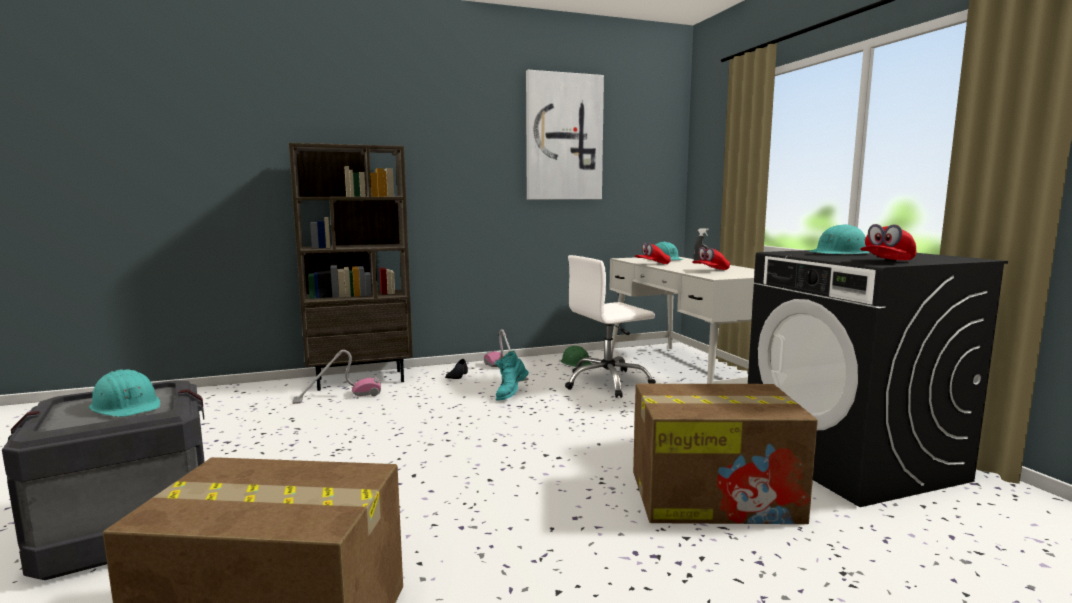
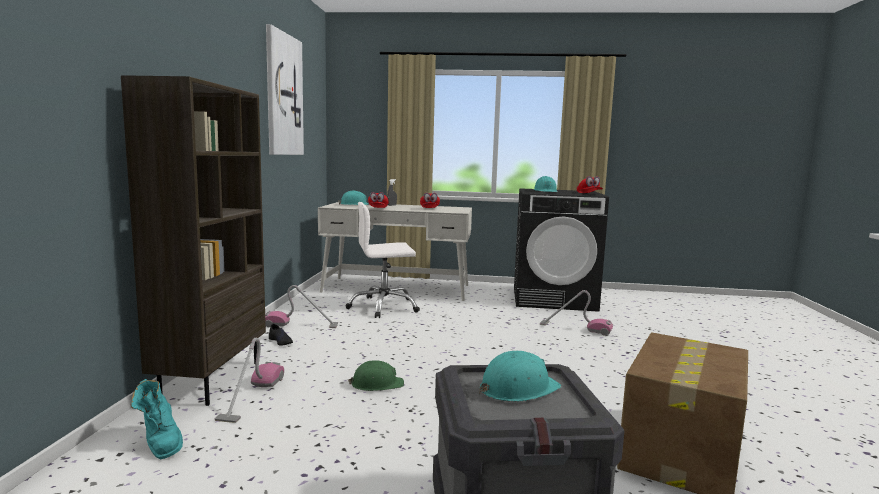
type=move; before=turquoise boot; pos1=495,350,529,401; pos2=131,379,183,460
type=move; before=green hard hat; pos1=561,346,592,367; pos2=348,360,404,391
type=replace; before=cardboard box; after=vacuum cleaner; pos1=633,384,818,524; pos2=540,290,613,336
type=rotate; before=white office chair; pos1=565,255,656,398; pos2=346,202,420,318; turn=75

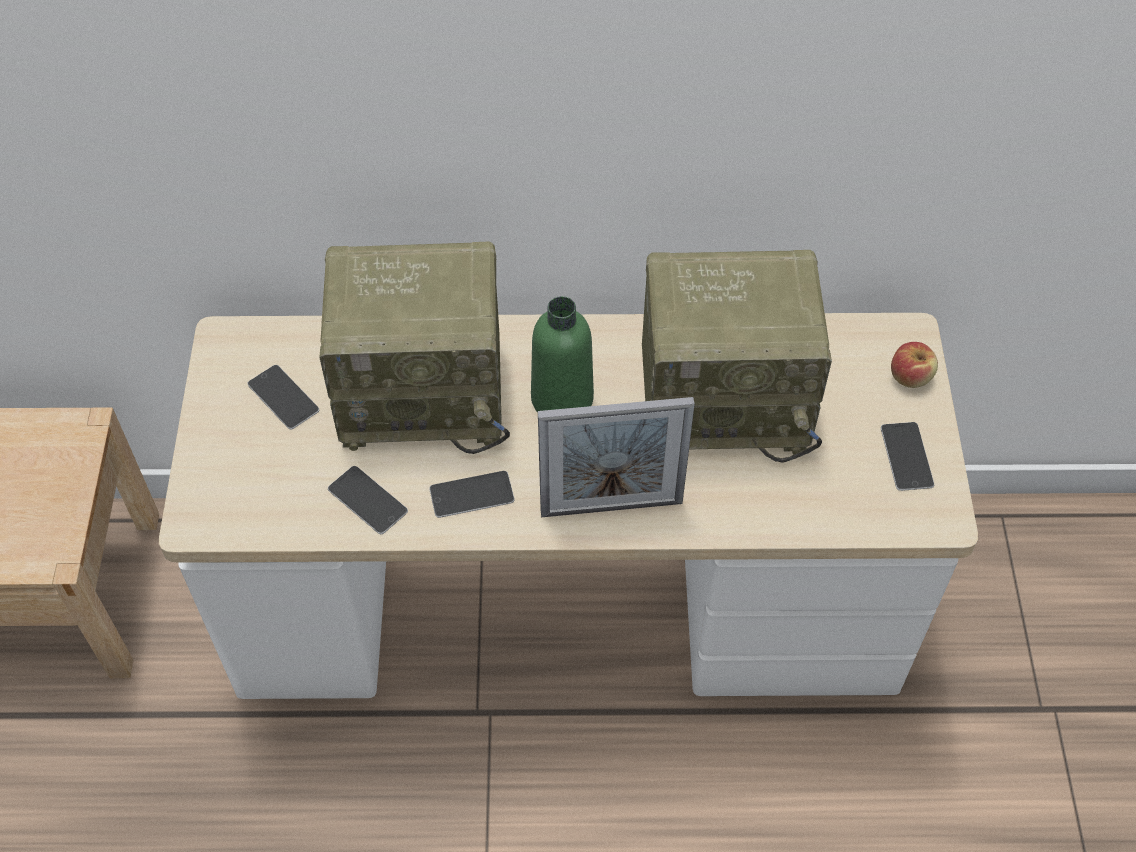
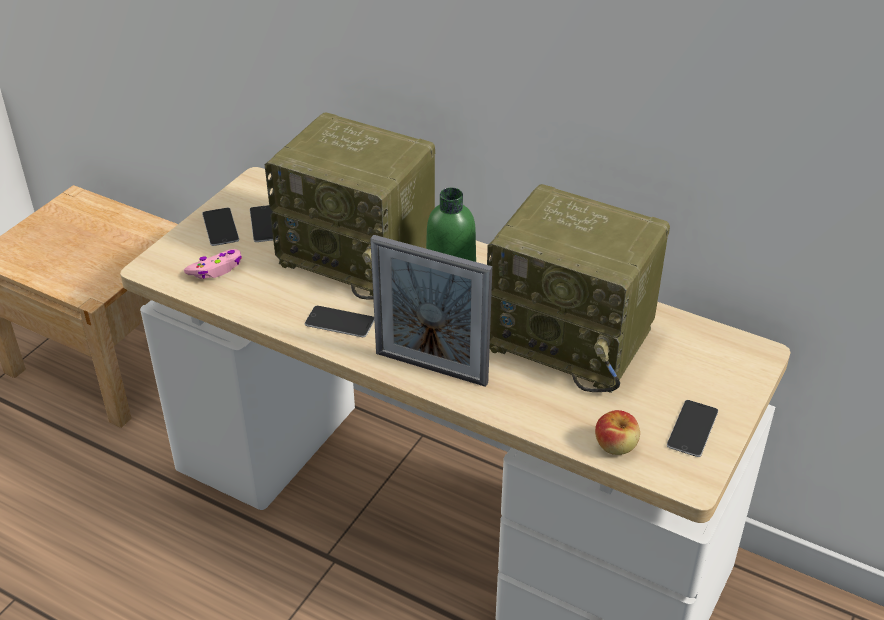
type=insert; after=pink game controller; pos2=184,249,242,279
type=move; before=phone; pos1=328,466,408,534; pos2=202,208,239,246
type=move; before=apple; pos1=891,342,938,388; pos2=595,410,640,455

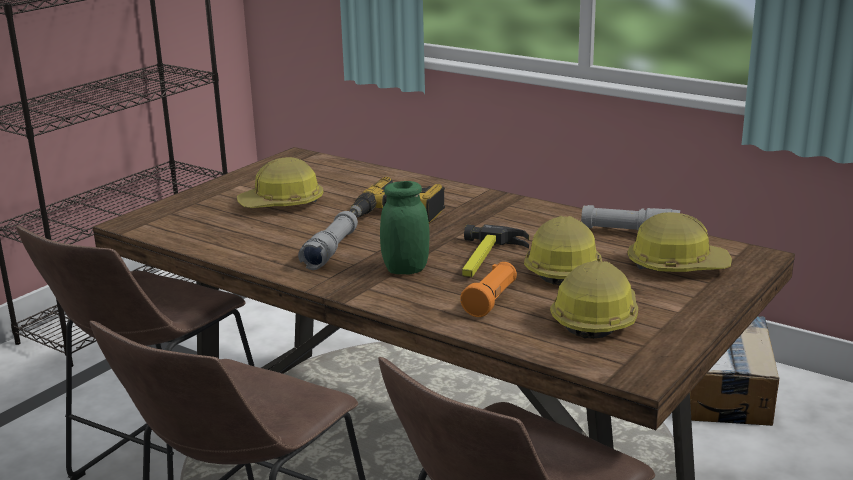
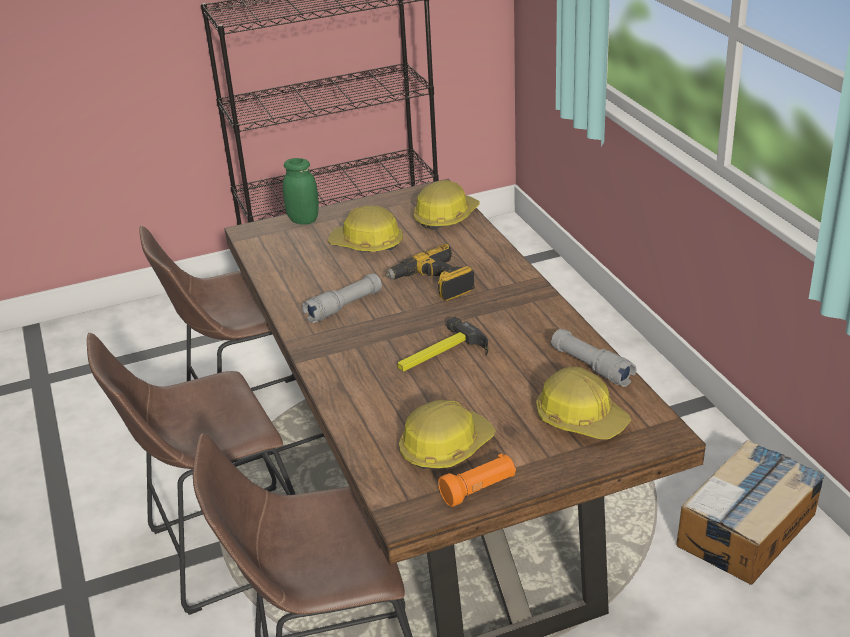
type=move; before=green jar; pos1=380,181,430,274; pos2=283,158,319,225
type=move; before=orange flashlight; pos1=460,262,517,317; pos2=438,453,516,507
type=move; before=hard hat; pos1=524,216,602,286; pos2=413,180,479,230

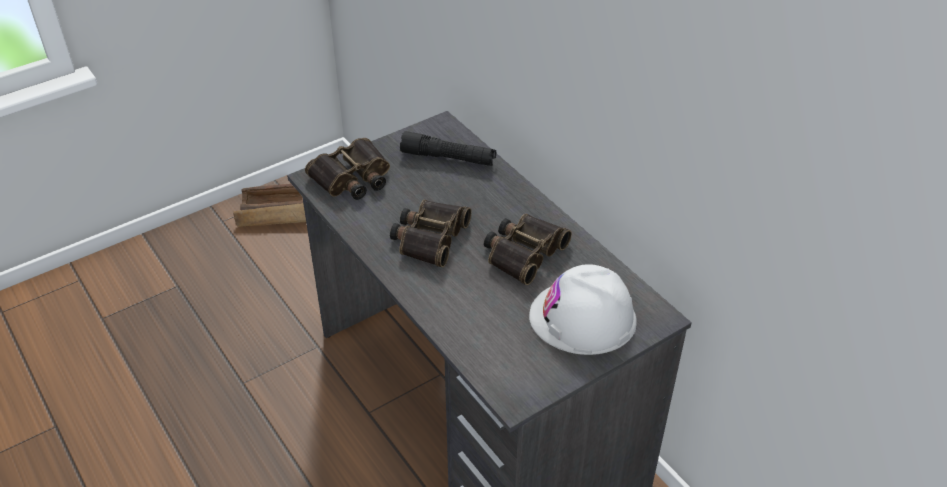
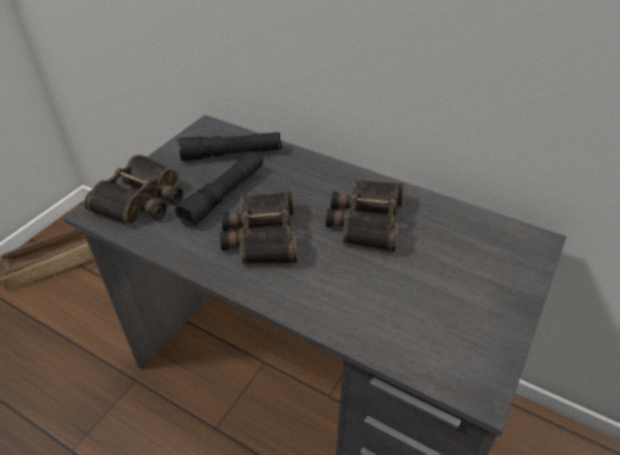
type=delete; before=white hard hat; pos1=529,264,637,355
type=insert; after=black flashlight; pos2=175,152,263,227

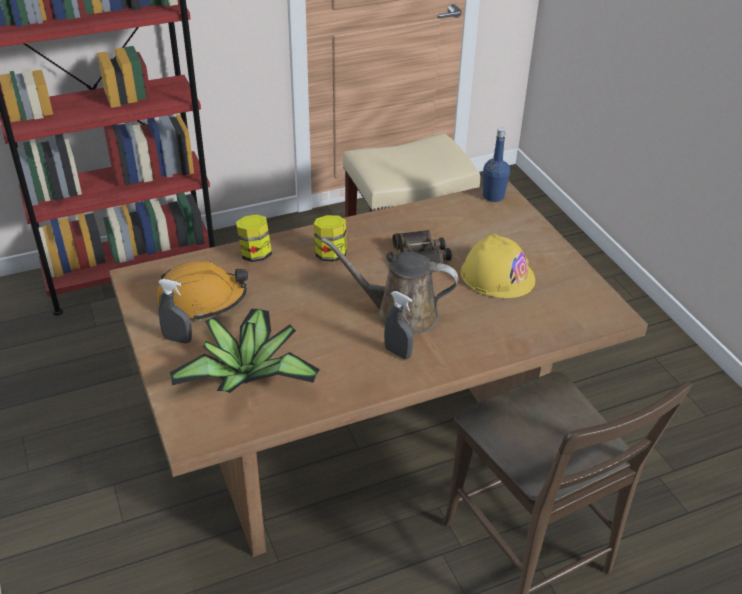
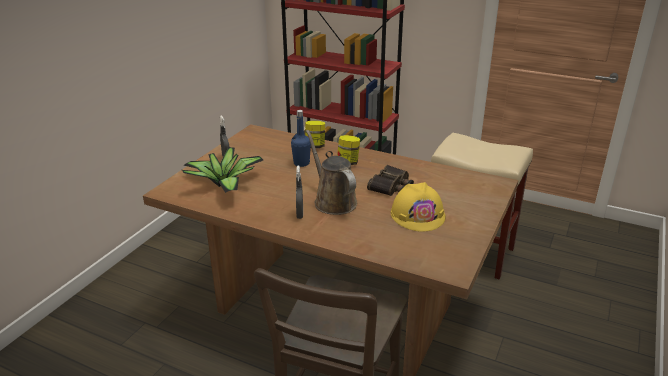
type=delete; before=orange hard hat; pos1=157,261,248,321
type=move; before=blue bottle; pos1=483,128,510,202; pos2=291,110,311,167

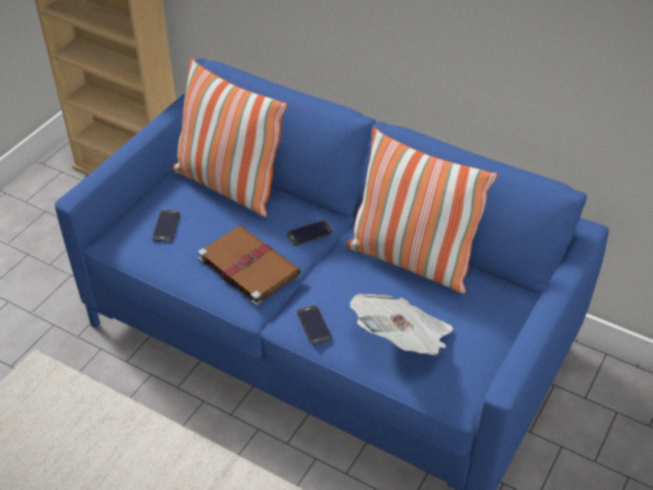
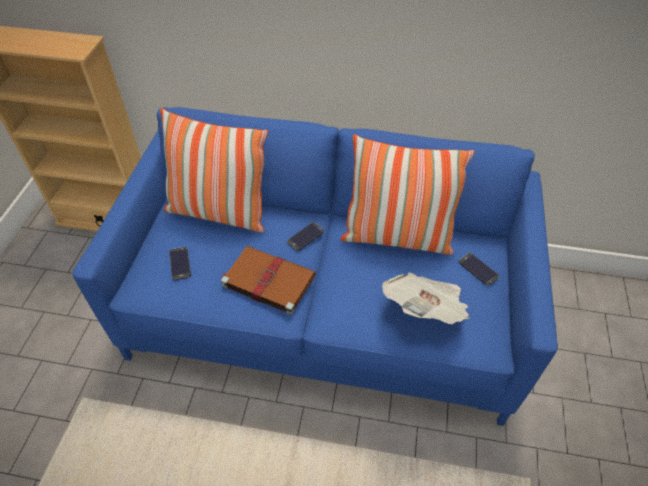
type=move; before=phone; pos1=297,305,331,345; pos2=459,253,499,286

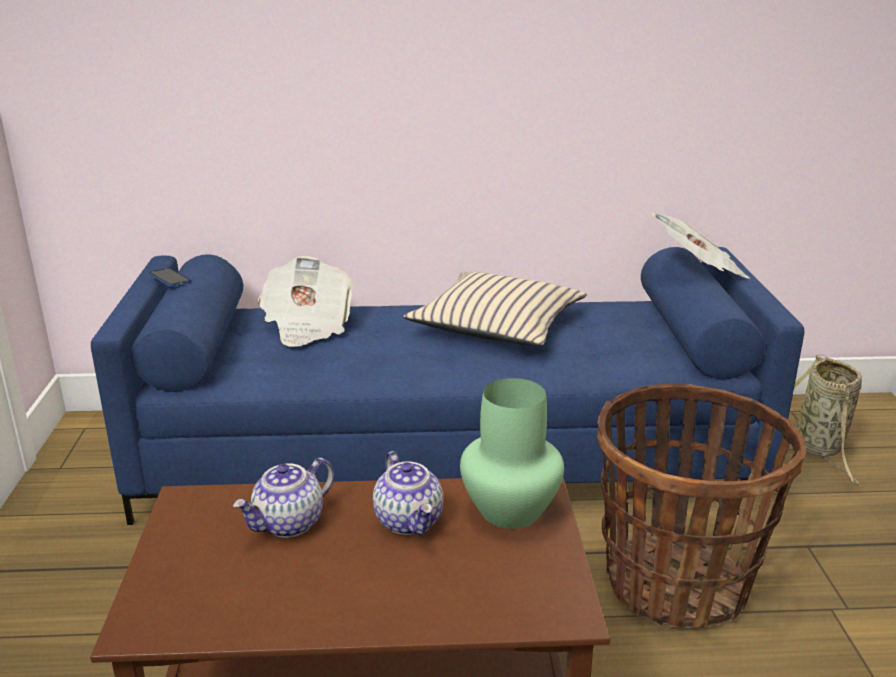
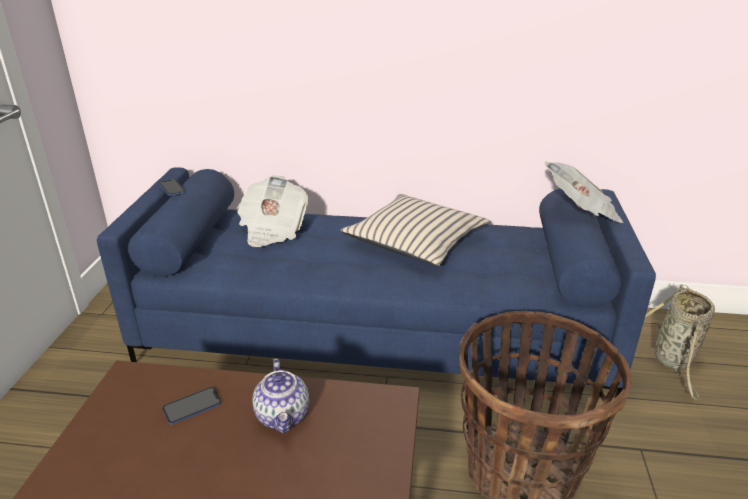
type=delete; before=green vase; pos1=460,378,564,529
type=replace; before=teapot; after=phone; pos1=233,458,334,538; pos2=162,387,222,425

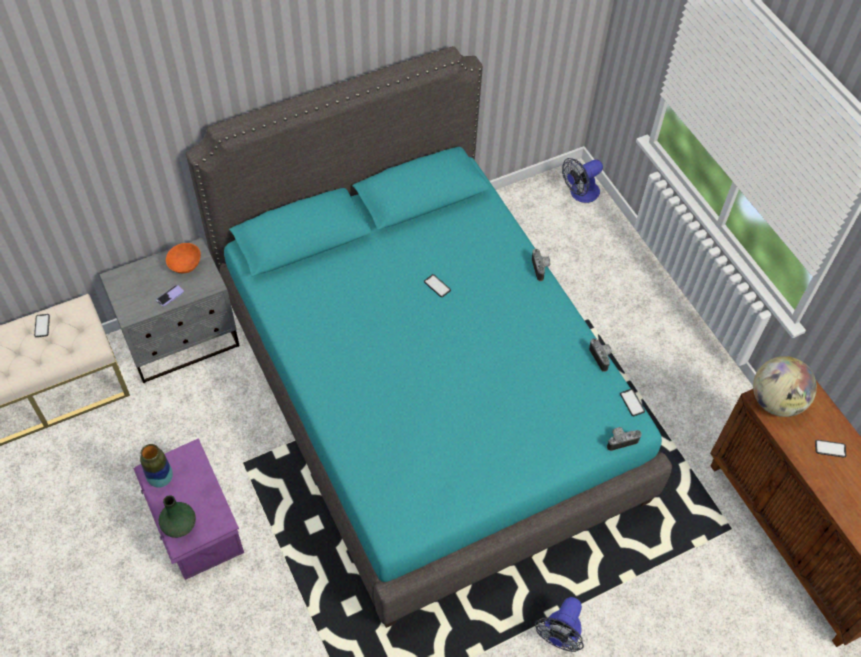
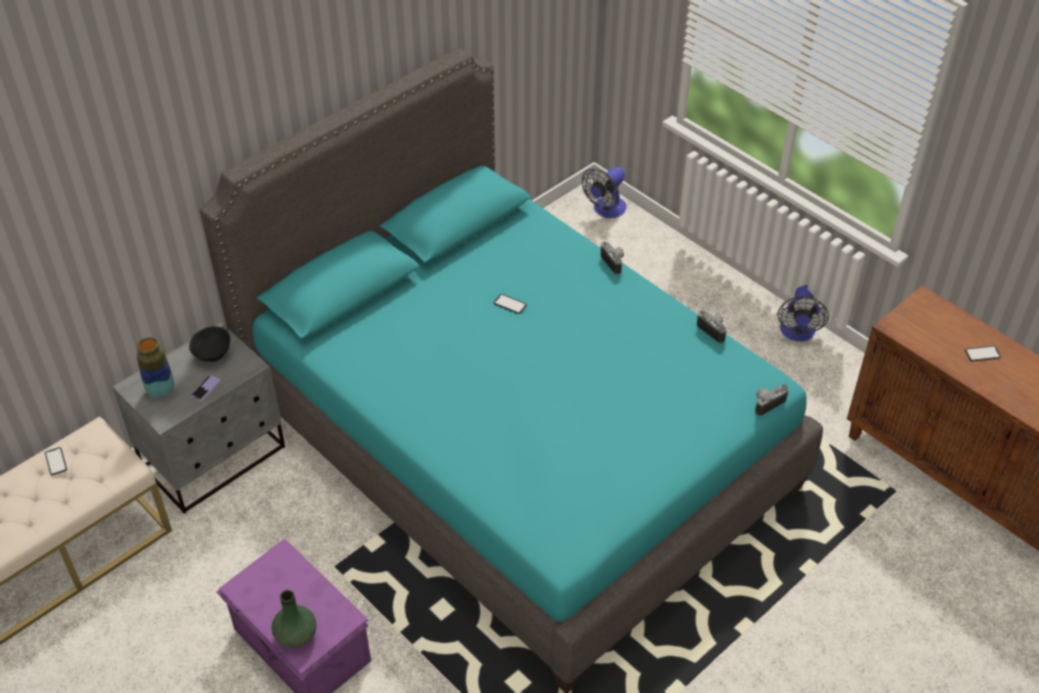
type=delete; before=phone; pos1=620,389,645,416
type=delete; before=globe; pos1=753,356,817,417
type=move; before=vase; pos1=140,444,173,488; pos2=137,337,174,398
type=move; before=fan; pos1=535,597,584,652; pos2=777,285,829,341
type=recolor; before=orange bowl; after=black bowl; pos1=166,243,201,273; pos2=189,326,230,362

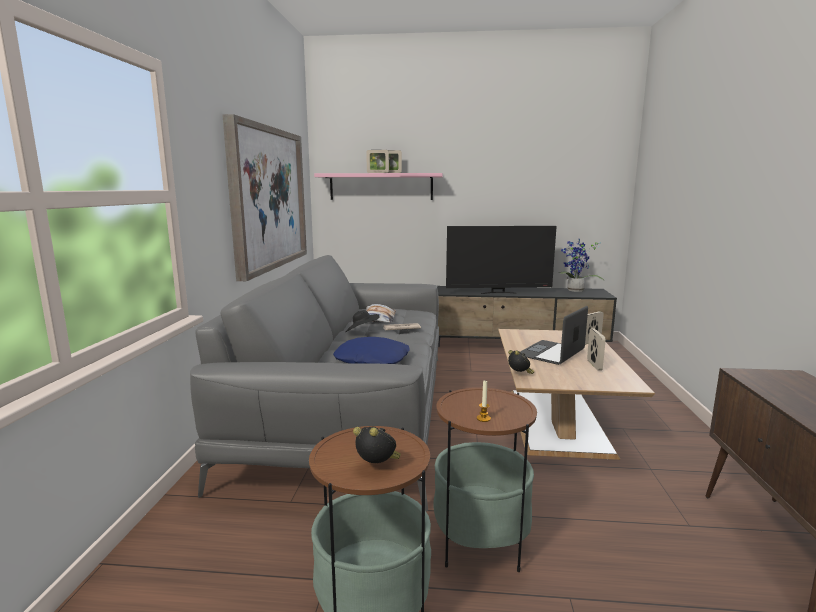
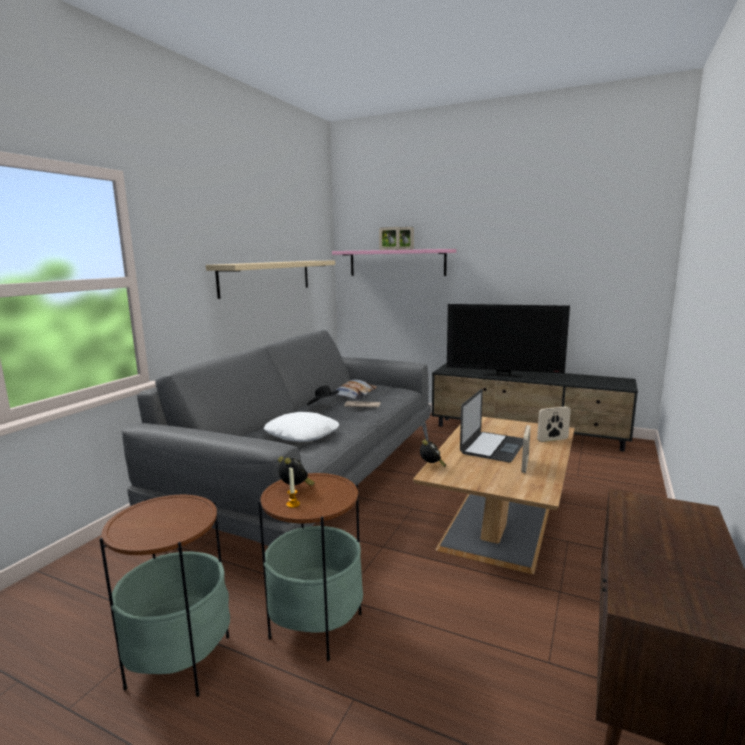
type=delete; before=potted plant; pos1=559,239,604,292
type=move; before=alarm clock; pos1=353,427,401,463; pos2=278,457,315,486
type=replace; before=picture; after=beige shelf; pos1=222,114,307,281; pos2=206,261,335,299
type=recolor; before=blue pillow; after=white pillow; pos1=333,337,410,364; pos2=264,412,340,442
type=rotate; before=laptop; pos1=520,306,588,365; pos2=460,389,523,462; turn=150

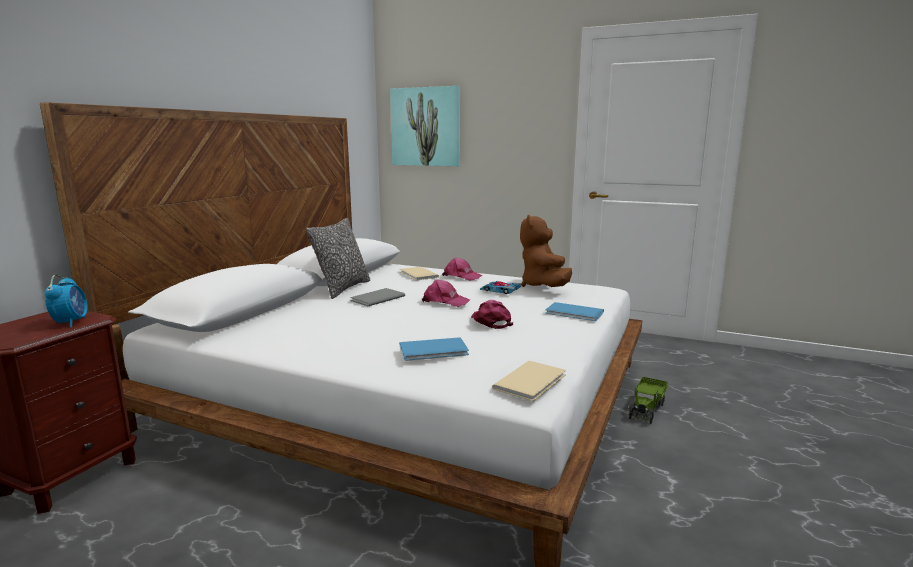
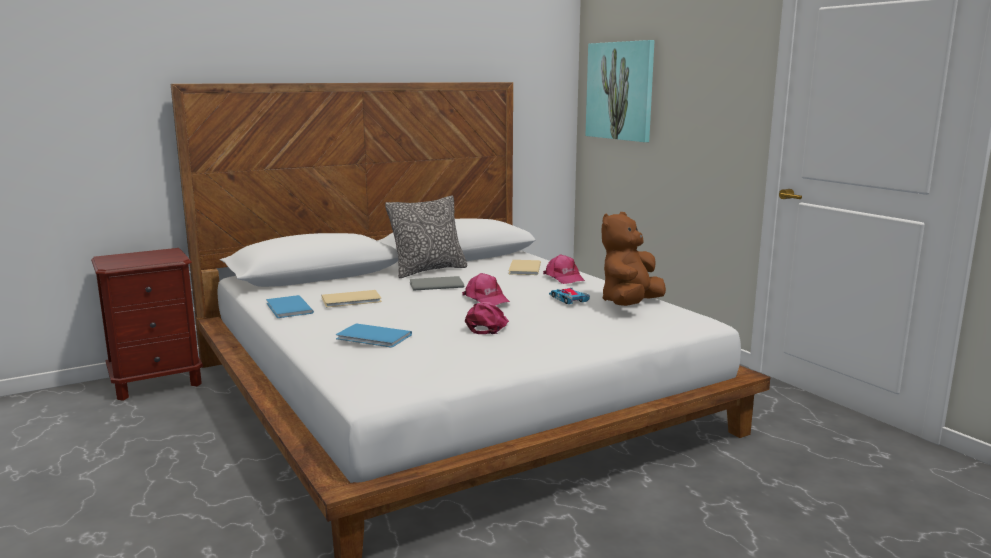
type=delete; before=alarm clock; pos1=45,275,88,327
type=delete; before=toy truck; pos1=629,377,668,424
type=move; before=beige book; pos1=492,361,566,401; pos2=321,290,382,307
type=move; before=blue book; pos1=545,302,604,321; pos2=266,295,314,318

